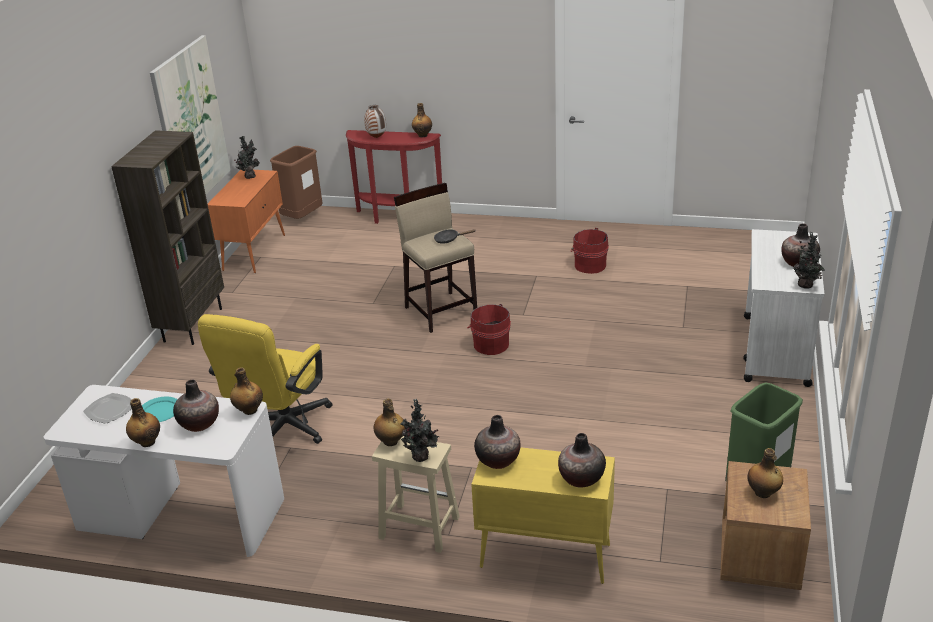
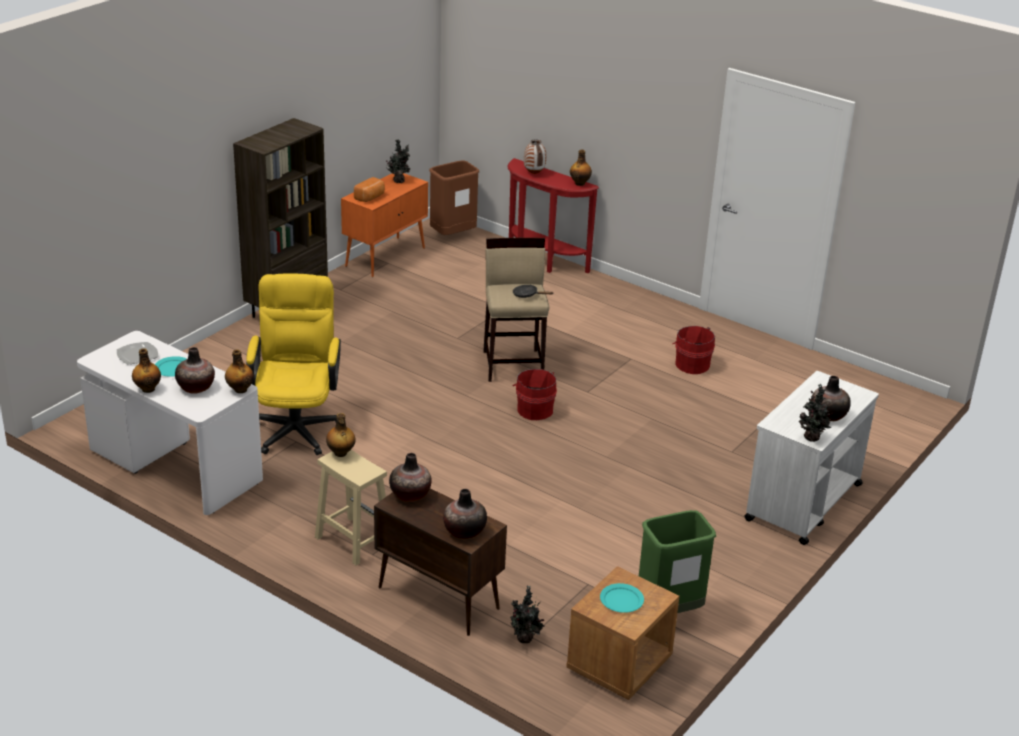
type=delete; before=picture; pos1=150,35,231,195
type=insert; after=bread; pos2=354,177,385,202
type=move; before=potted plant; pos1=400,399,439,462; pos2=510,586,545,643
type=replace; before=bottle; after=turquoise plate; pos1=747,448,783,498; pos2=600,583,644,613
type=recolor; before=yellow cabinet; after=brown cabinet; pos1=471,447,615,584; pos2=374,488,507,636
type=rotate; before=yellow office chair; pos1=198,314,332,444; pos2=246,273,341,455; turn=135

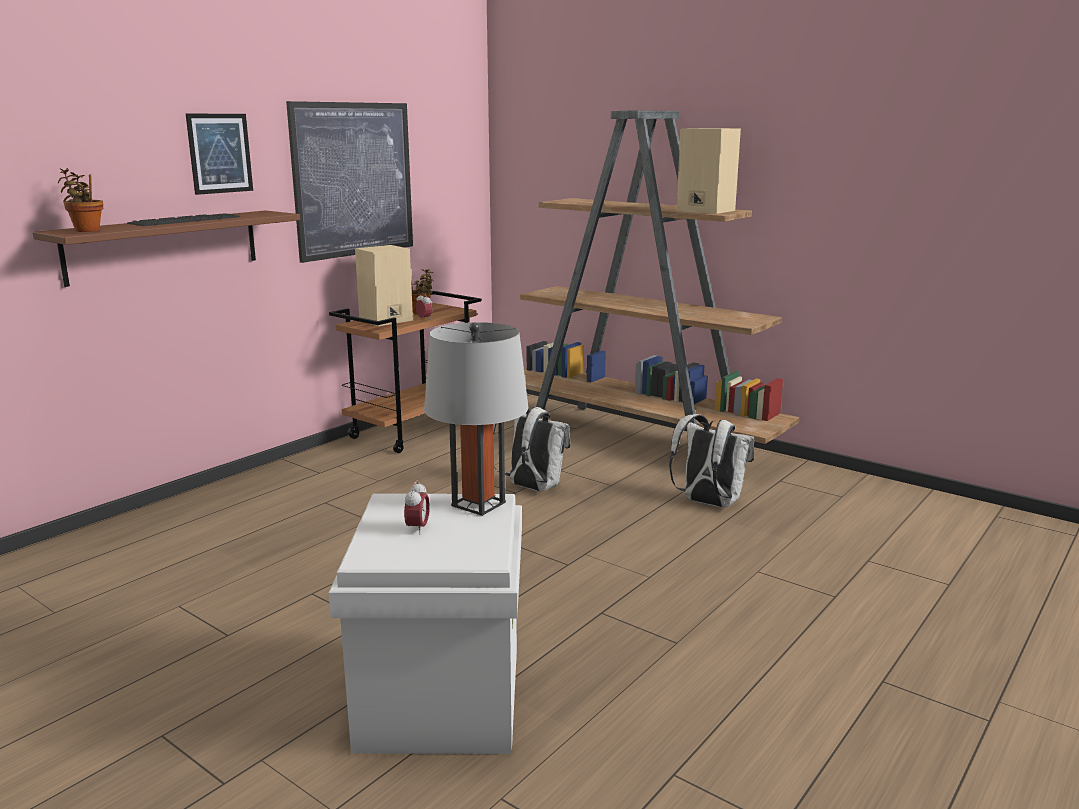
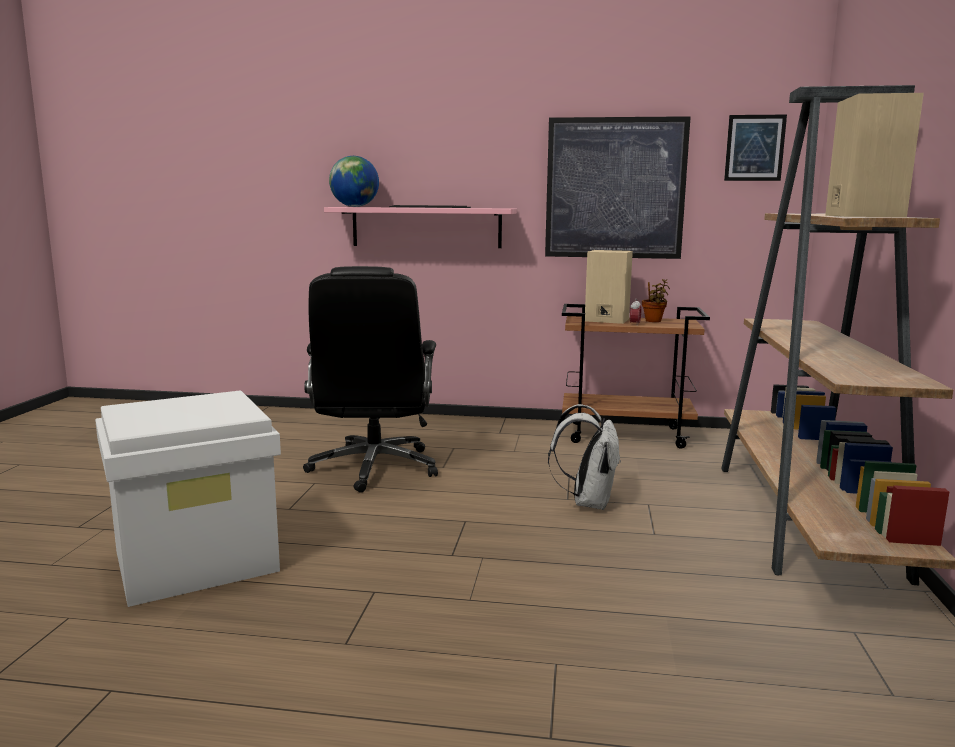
type=delete; before=alarm clock; pos1=404,480,430,534
type=delete; before=grey table lamp; pos1=424,322,528,516
type=delete; before=white backpack; pos1=669,414,754,507
type=insert; after=black office chair; pos2=303,266,438,493
type=move; before=picture; pos1=186,114,253,195; pos2=724,115,787,181
type=replace; before=potted plant; after=globe; pos1=58,168,103,232; pos2=329,156,379,207
type=recolor; before=brown shelf; after=pink shelf; pos1=32,211,300,287; pos2=324,207,517,248

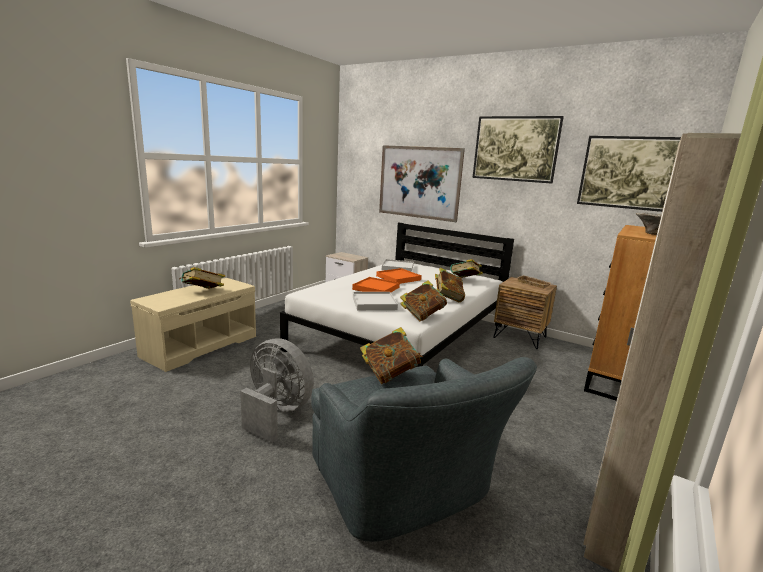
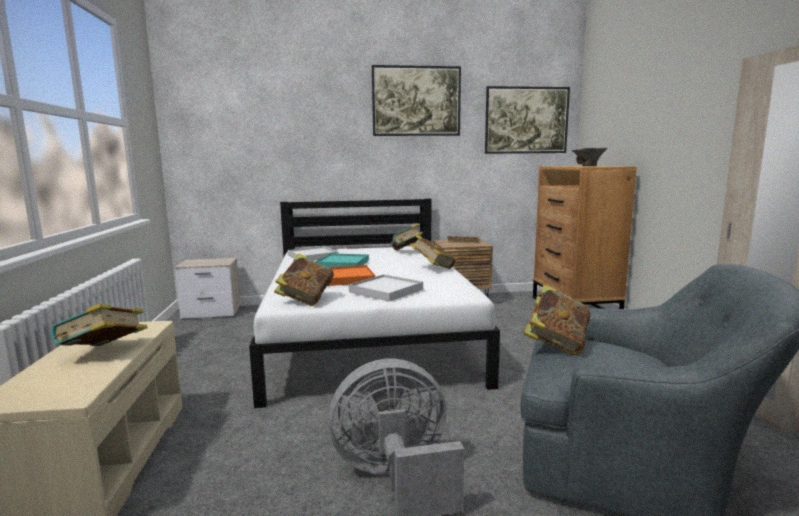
type=delete; before=picture; pos1=379,145,465,222
type=move; before=book; pos1=400,281,447,321; pos2=274,254,334,306
type=recolor; before=orange tray; after=turquoise tray; pos1=376,268,422,284; pos2=315,253,369,267

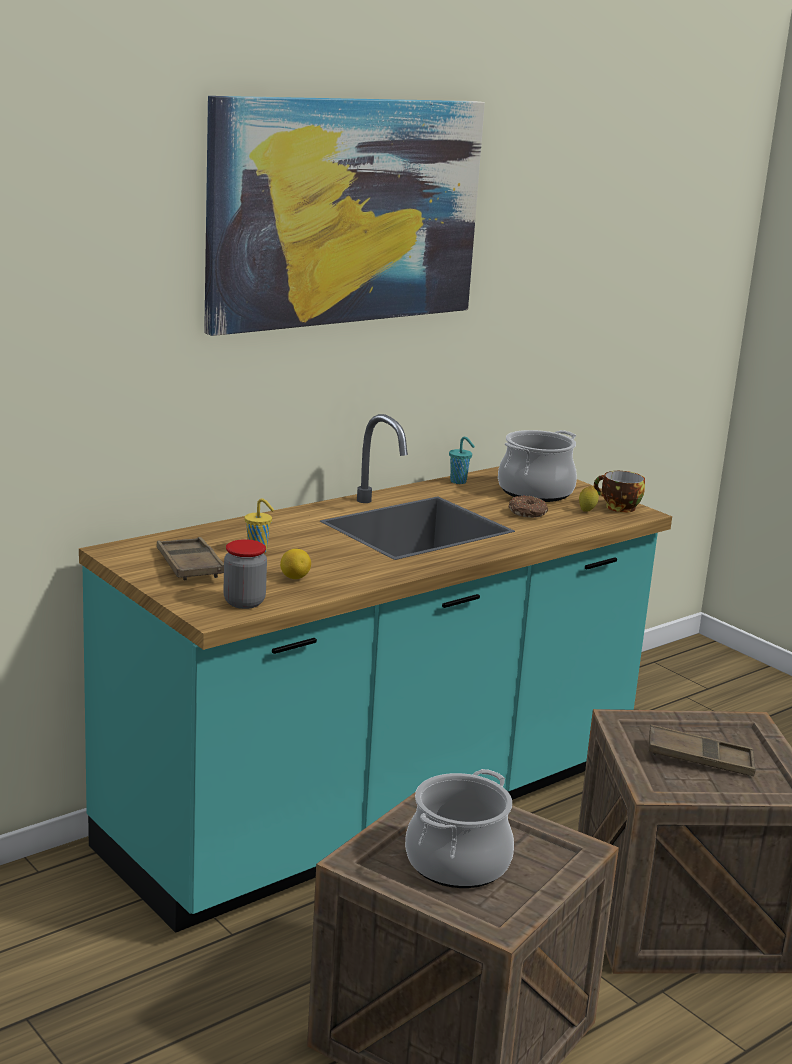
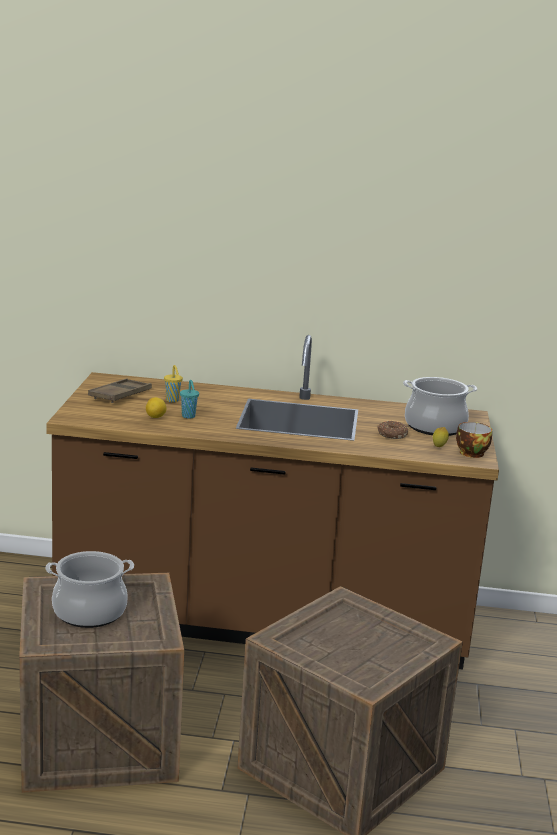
type=delete; before=picture; pos1=204,96,485,336
type=delete; before=jar; pos1=223,539,267,609
type=delete; before=brown tray; pos1=649,724,756,776
type=move; before=turquoise cup; pos1=449,437,475,484; pos2=180,380,199,419
type=recolor; before=turquoise counter; after=brown counter; pos1=79,414,672,933; pos2=46,335,499,670

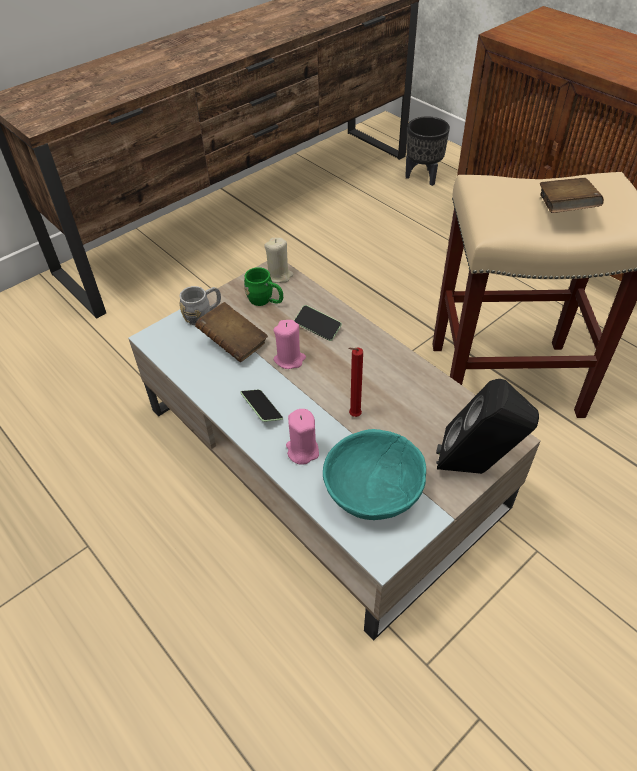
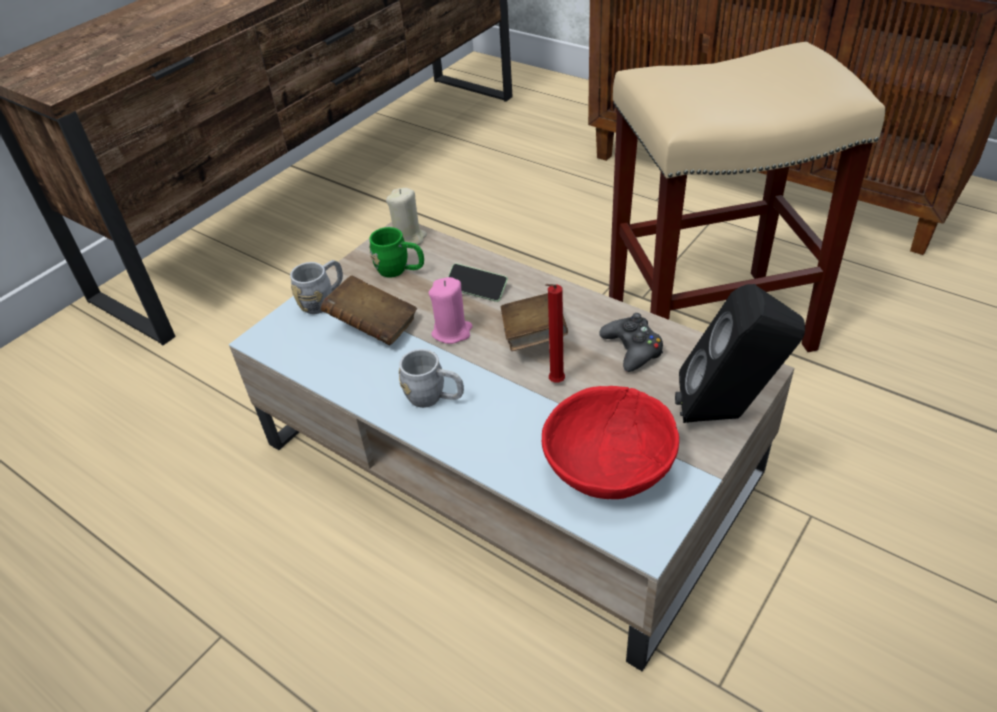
type=delete; before=pink candle; pos1=286,409,319,465
type=delete; before=black planter; pos1=406,116,450,186
type=insert; after=black game controller; pos2=599,313,663,372
type=move; before=brown book; pos1=539,178,604,213; pos2=501,293,568,351
type=replace; before=phone; after=grey mug; pos1=240,390,283,422; pos2=399,349,464,408
type=recolor; before=turquoise bowl; after=red bowl; pos1=323,429,426,520; pos2=542,386,679,499

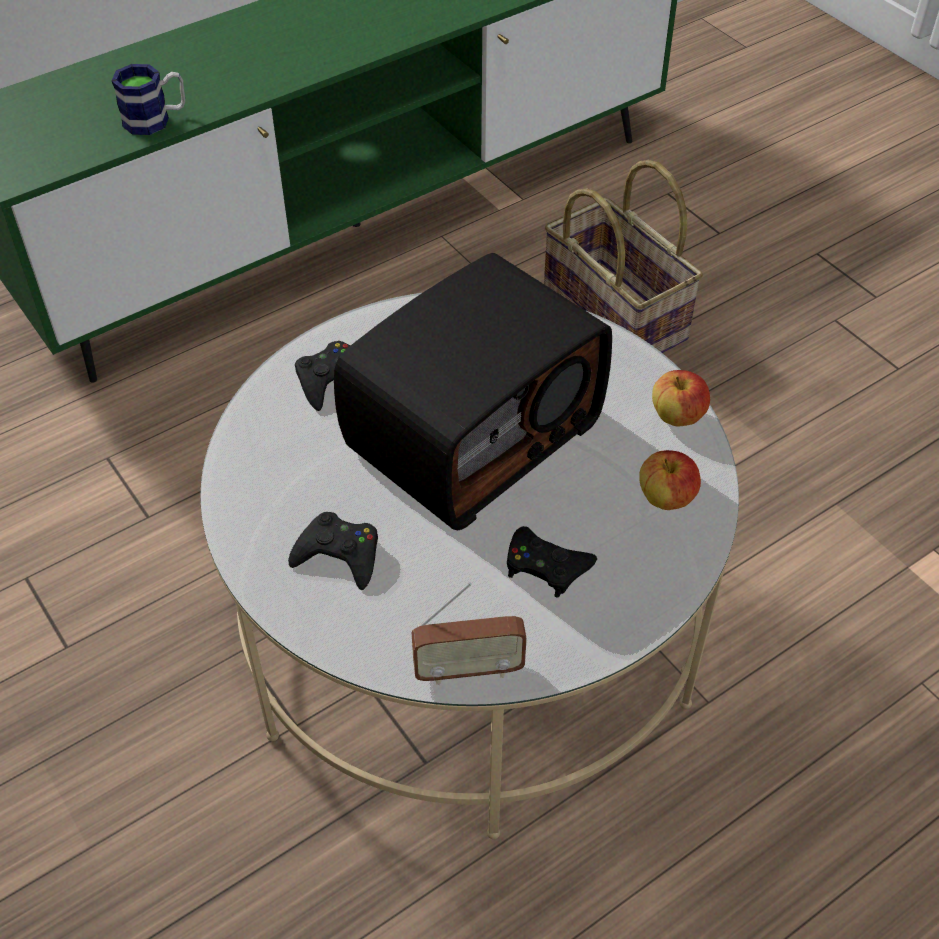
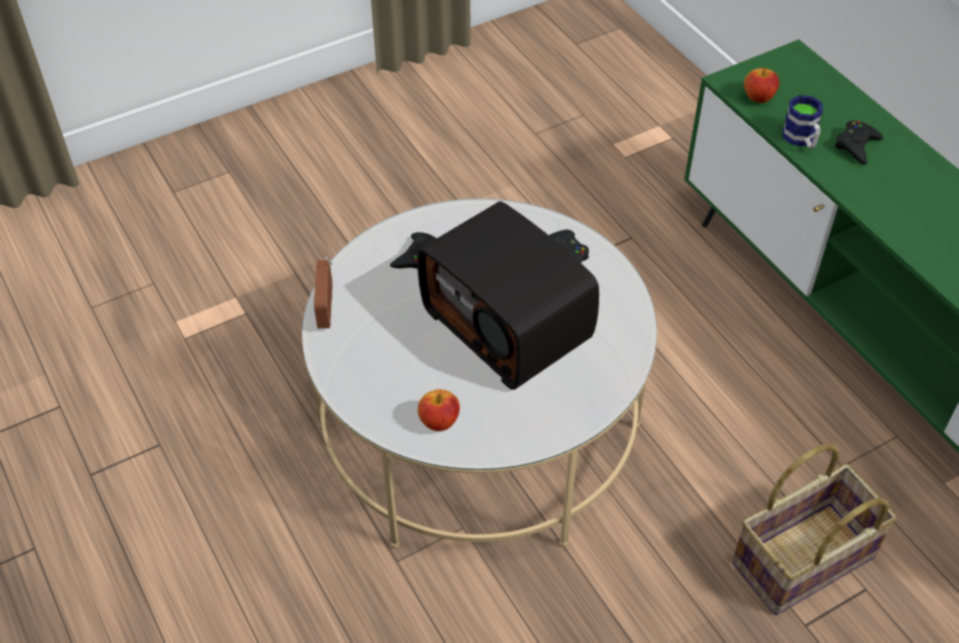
type=move; before=black game controller; pos1=507,526,597,598; pos2=835,120,883,164
type=move; before=apple; pos1=652,370,710,427; pos2=744,68,779,103

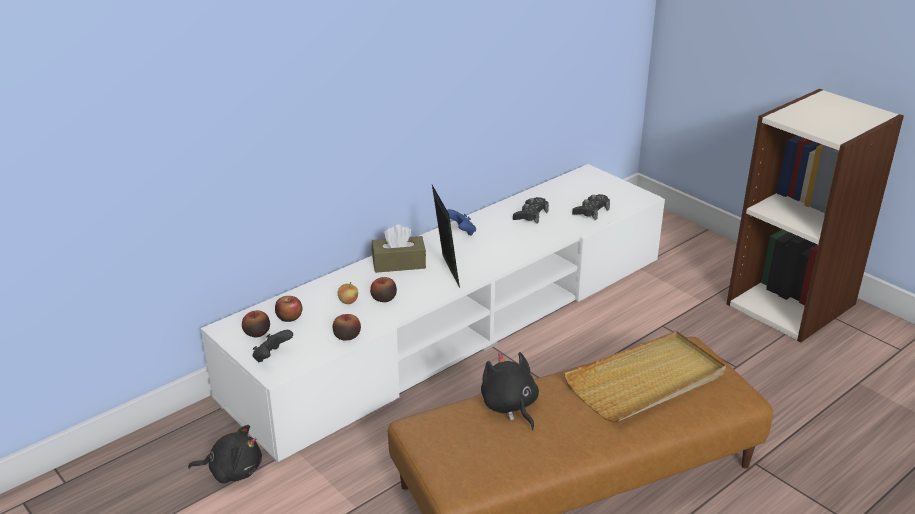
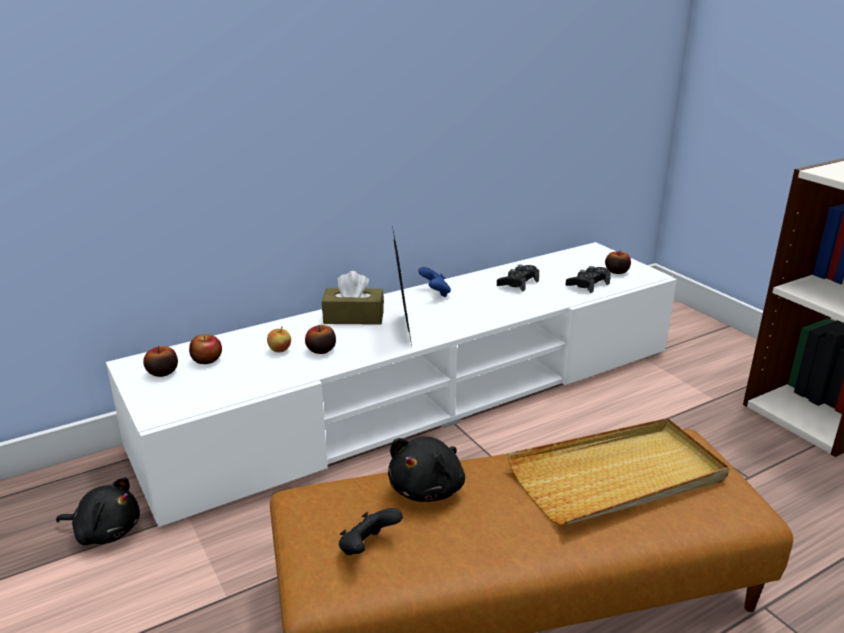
type=move; before=black game controller; pos1=253,330,293,362; pos2=339,508,403,555
type=move; before=apple; pos1=332,314,361,341; pos2=605,250,631,274
type=rotate; before=black plush toy; pos1=481,352,539,430; pos2=388,437,465,502; turn=-135

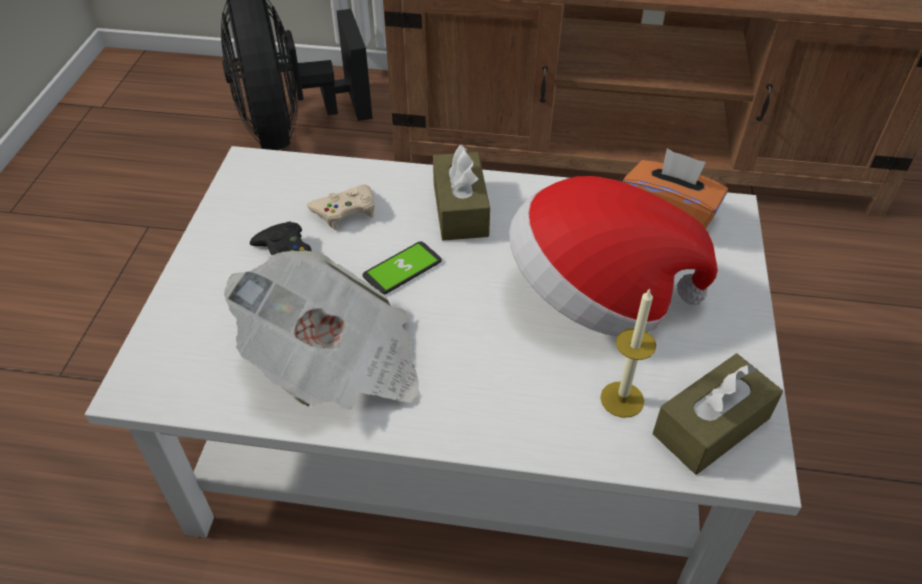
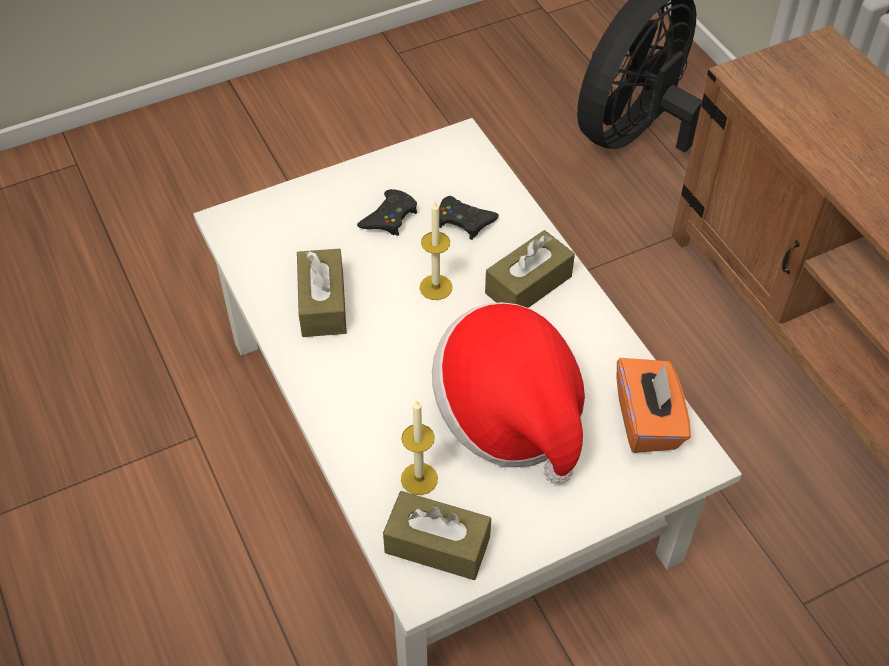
type=replace; before=newspaper; after=brown tissue box; pos1=224,250,420,410; pos2=297,249,347,337
type=replace; before=phone; after=candle; pos1=363,241,442,295; pos2=420,201,452,300
type=recolor; before=beige game controller; after=black game controller; pos1=307,185,374,230; pos2=439,196,499,240

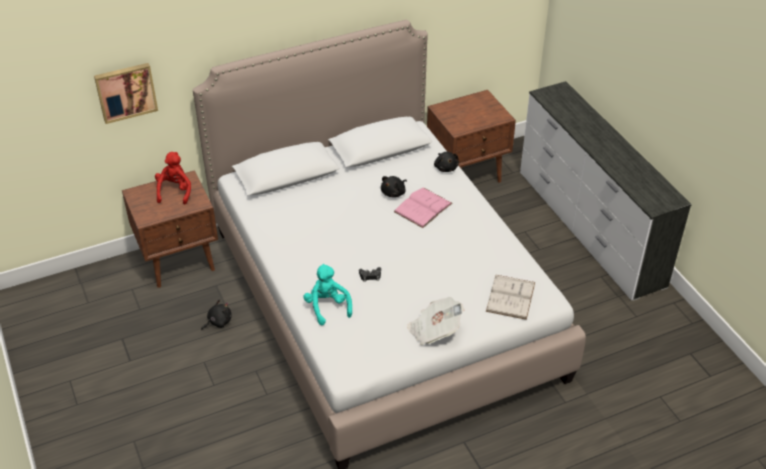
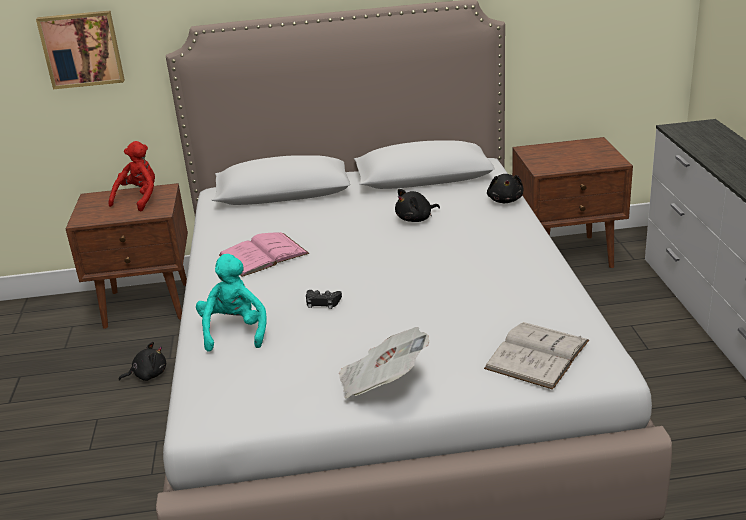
type=move; before=pink book; pos1=394,188,453,228; pos2=219,232,309,277

